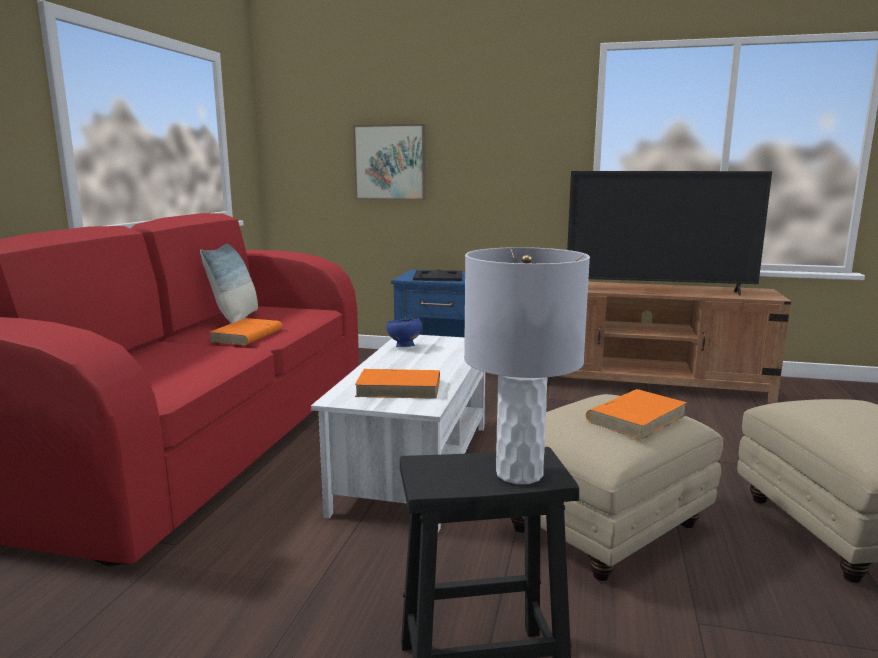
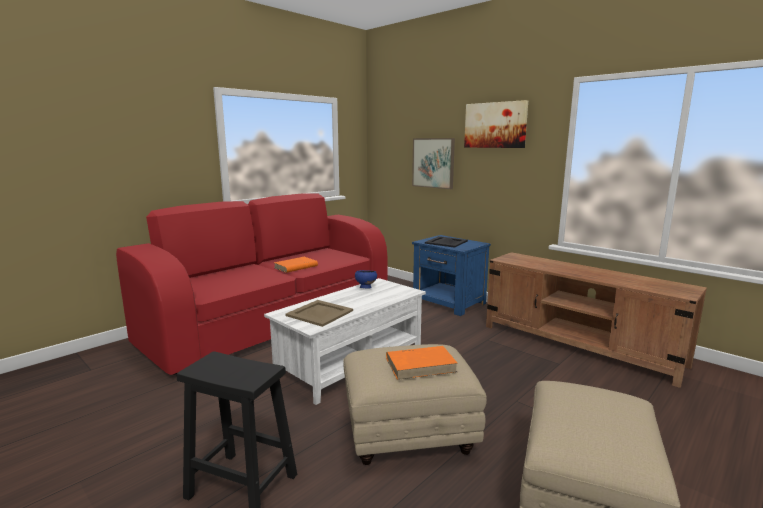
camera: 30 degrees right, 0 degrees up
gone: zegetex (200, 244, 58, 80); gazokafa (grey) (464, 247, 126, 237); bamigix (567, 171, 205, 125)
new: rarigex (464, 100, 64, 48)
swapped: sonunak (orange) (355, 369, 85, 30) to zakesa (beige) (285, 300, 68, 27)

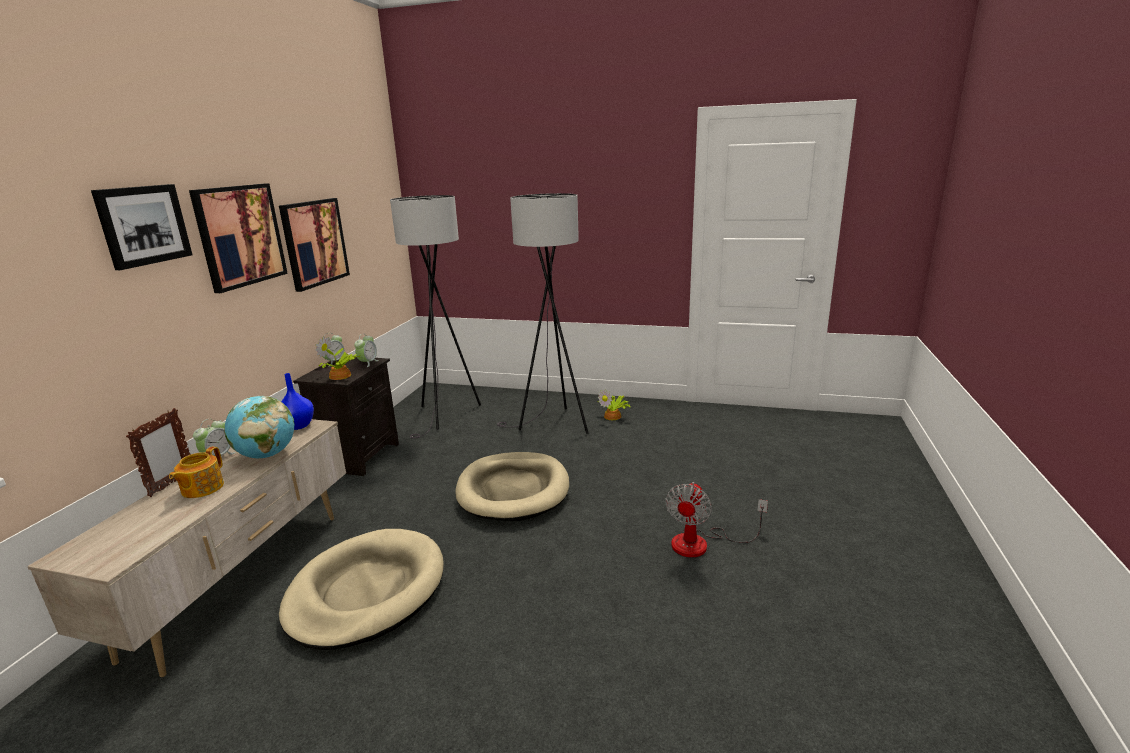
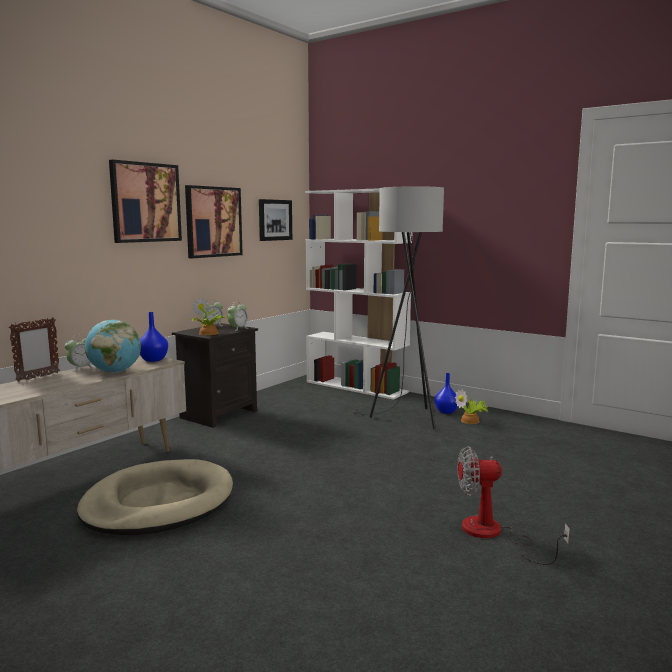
camera: 20 degrees right, 10 degrees down
gone: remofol (169, 447, 55, 51); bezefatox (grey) (390, 195, 91, 244); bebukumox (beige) (455, 452, 114, 69)
new: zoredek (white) (305, 188, 107, 212); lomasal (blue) (435, 373, 23, 41)
shifted: rarigex (91, 184, 102, 86) to (259, 199, 33, 42)
rotated: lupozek (665, 482, 103, 75) = (457, 446, 113, 119) 45 degrees clockwise

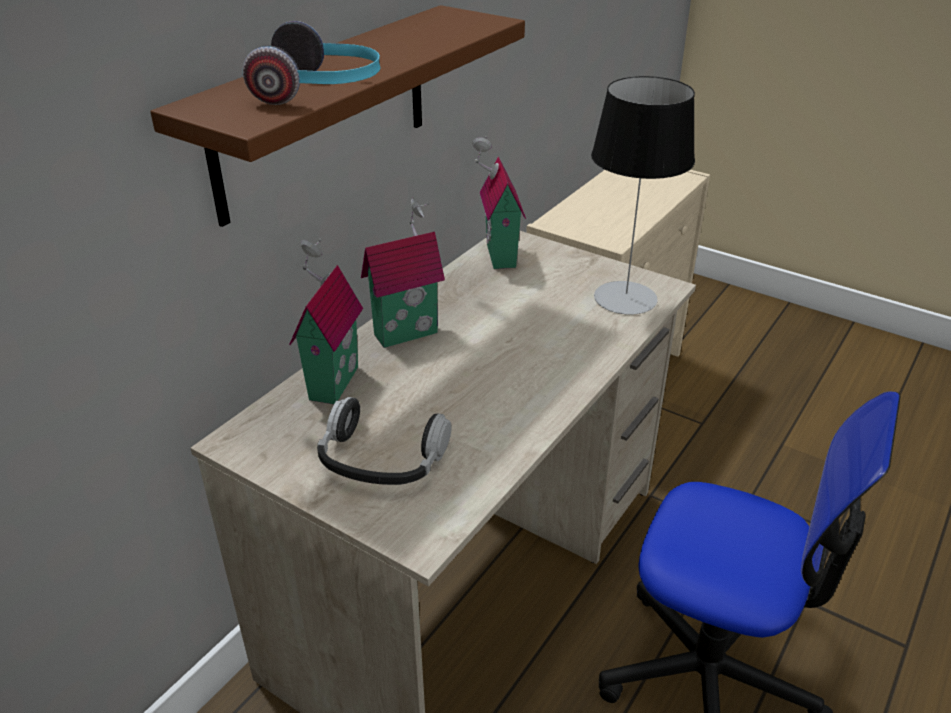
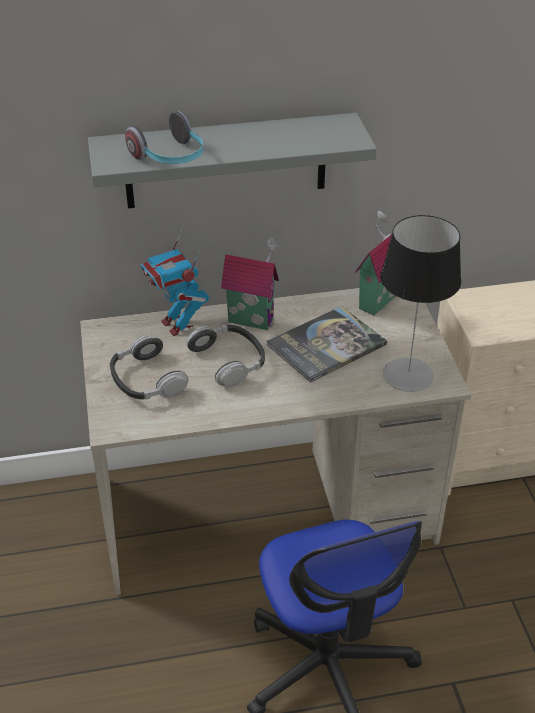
camera: 45 degrees right, 5 degrees up
new: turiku (186, 325, 79, 62); sonunak (267, 306, 120, 77)
swapped: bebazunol (289, 239, 74, 165) to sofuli (141, 230, 68, 106)
repainted: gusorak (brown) (150, 5, 375, 222) to gusorak (grey) (88, 113, 289, 95)

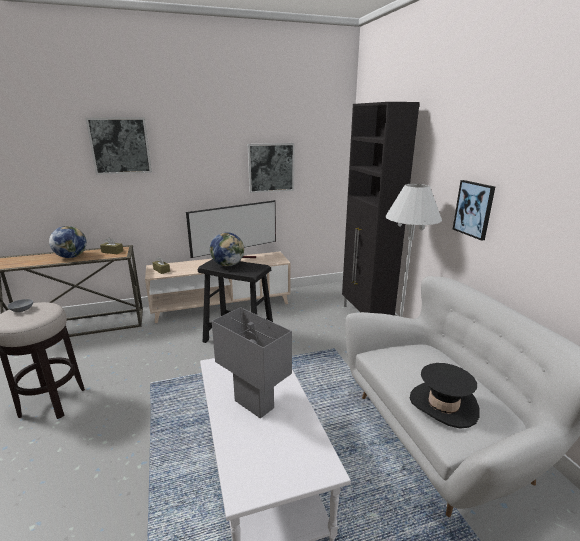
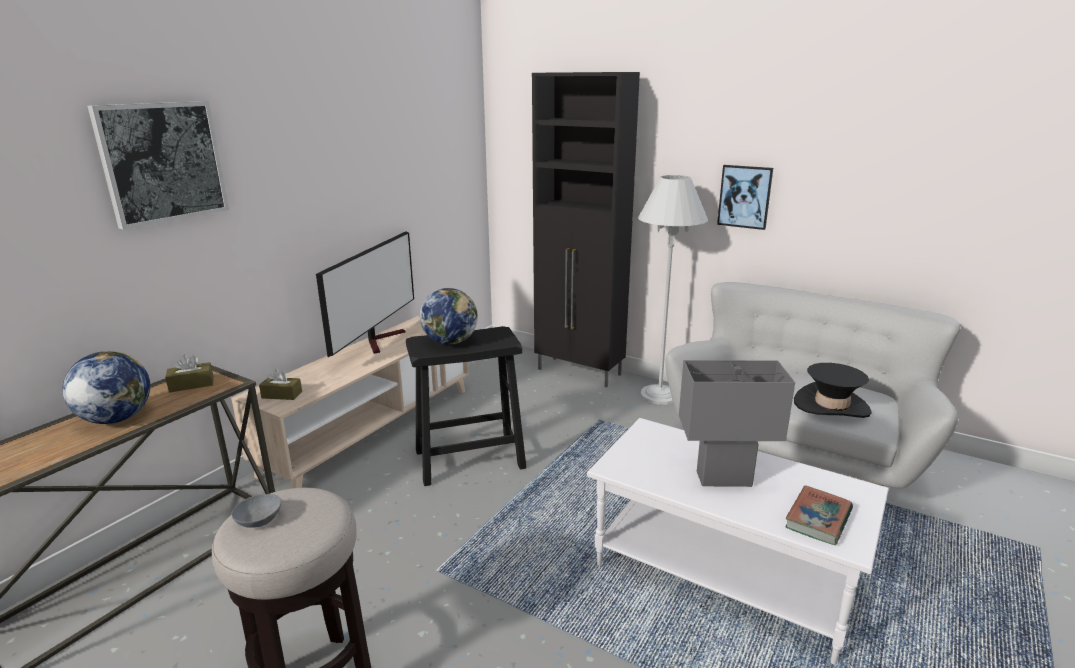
camera: 40 degrees left, 0 degrees up
gone: rarigex (248, 143, 47, 50)
new: sonunak (786, 485, 67, 60)

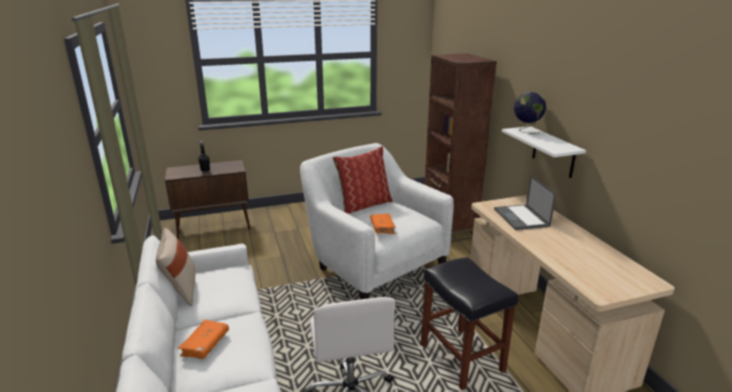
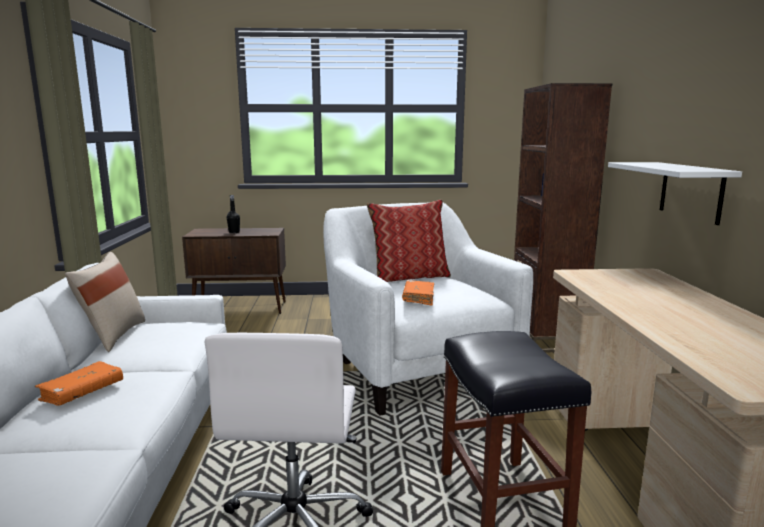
camera: 15 degrees right, 10 degrees down
gone: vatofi (494, 176, 62, 54); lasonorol (514, 92, 32, 42)

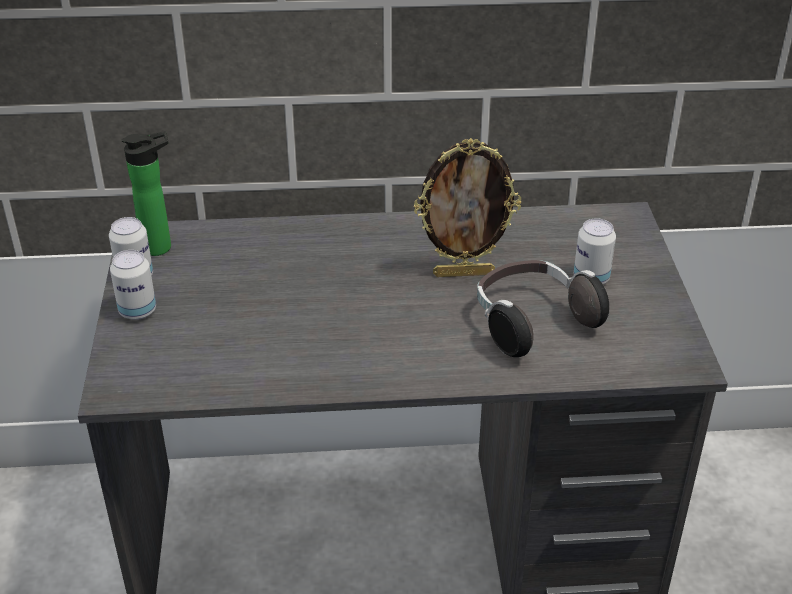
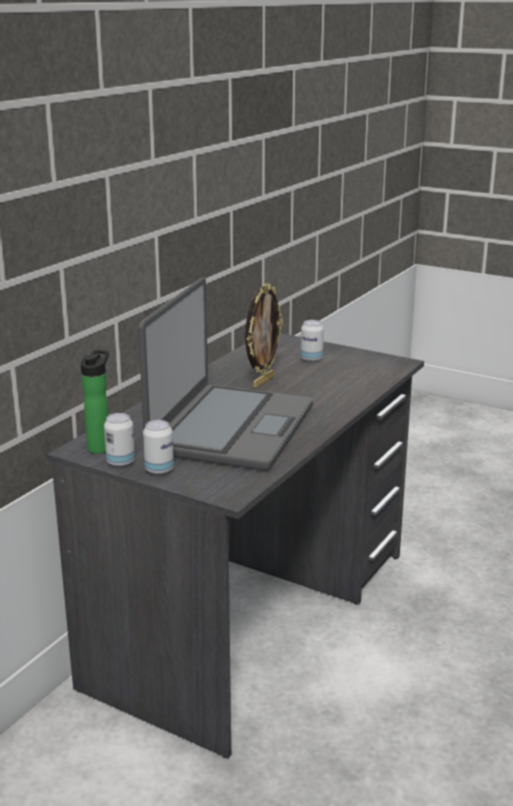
camera: 55 degrees left, 15 degrees down
gone: turiku (477, 260, 132, 97)
new: vatofi (138, 277, 175, 194)

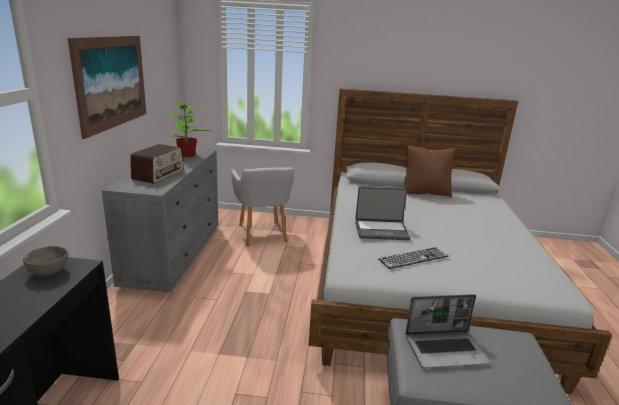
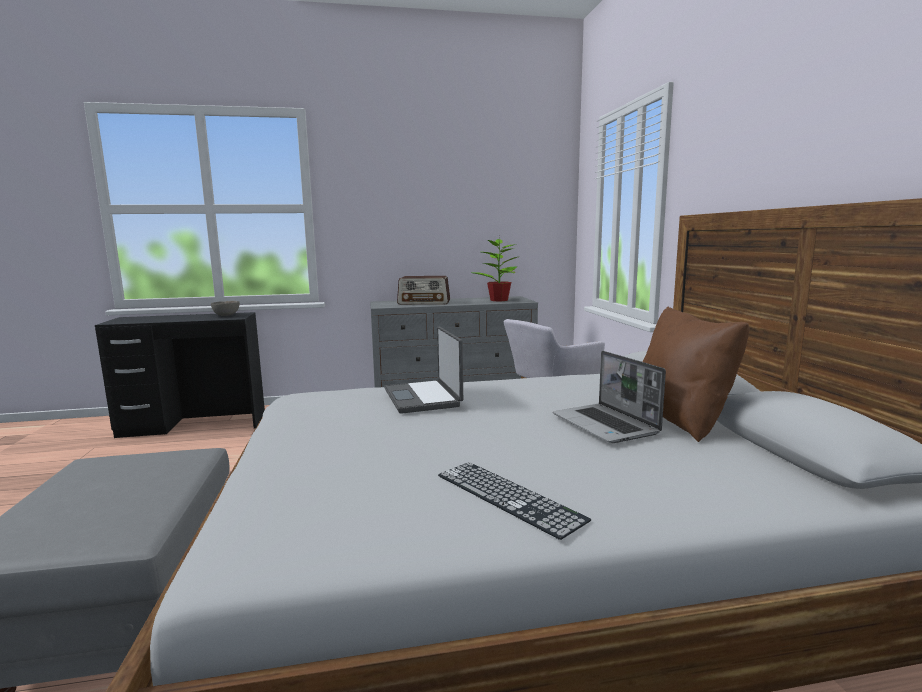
camera: 75 degrees right, 10 degrees down
gone: rarigex (68, 36, 78, 103)
shifted: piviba (378, 247, 71, 22) to (438, 462, 153, 78); vatofi (405, 294, 85, 74) to (553, 351, 113, 92)

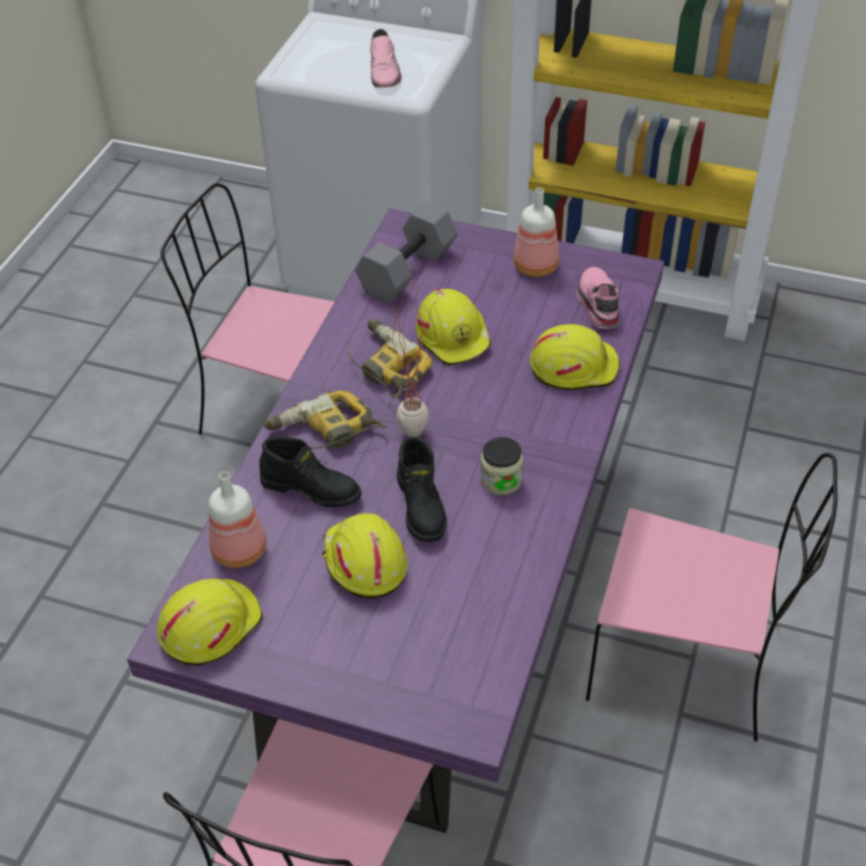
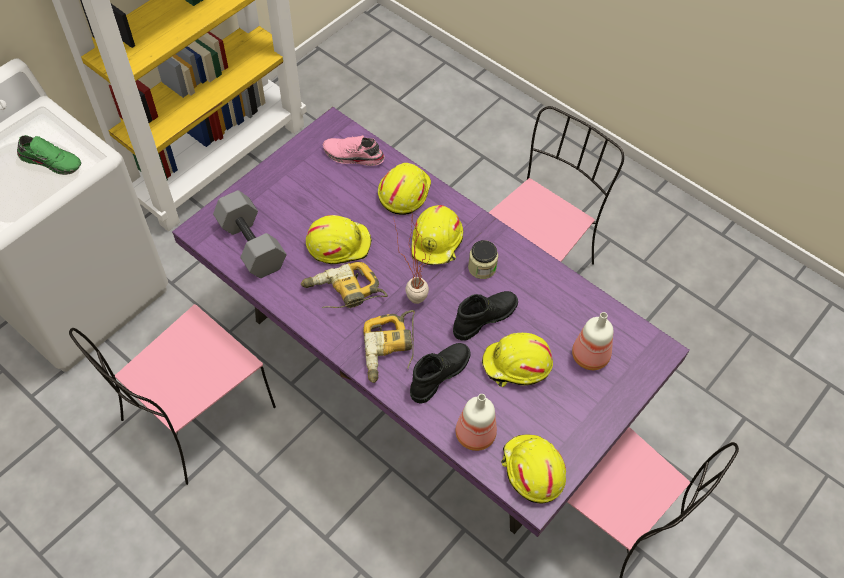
camera: 70 degrees left, 10 degrees up
new: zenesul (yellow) (411, 205, 52, 60)
shifted: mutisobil (513, 188, 46, 89) to (572, 312, 41, 58)
repainted: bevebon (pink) (369, 29, 33, 59) to bevebon (green) (17, 135, 64, 40)
rotated: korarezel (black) (397, 436, 50, 106) = (453, 291, 65, 50) 45 degrees counterclockwise

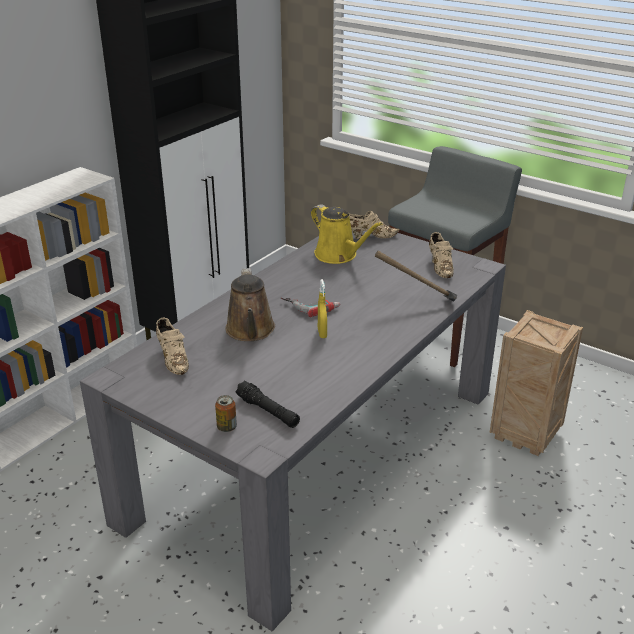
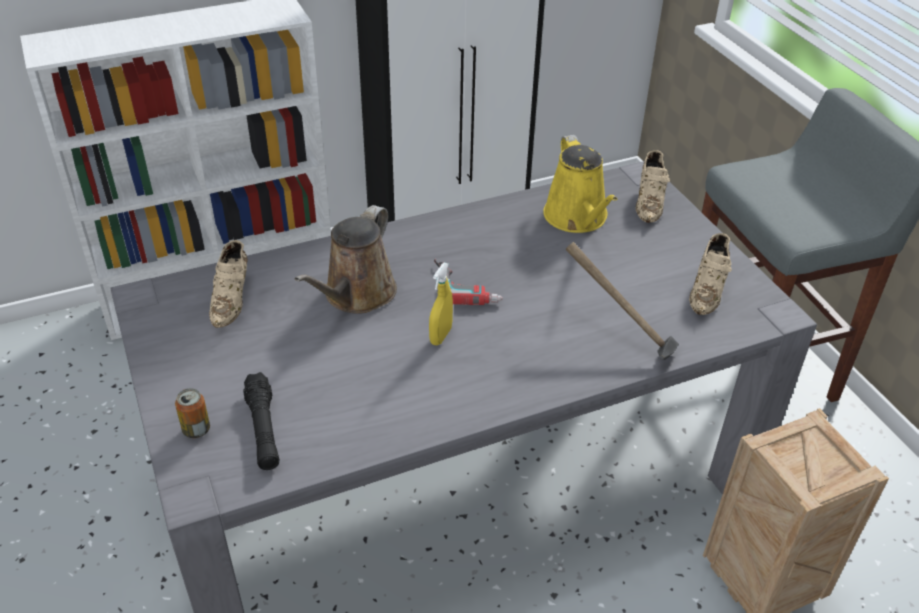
camera: 30 degrees right, 10 degrees up
rotated: bevebon (beige) (349, 211, 51, 28) = (636, 150, 34, 73) 75 degrees clockwise

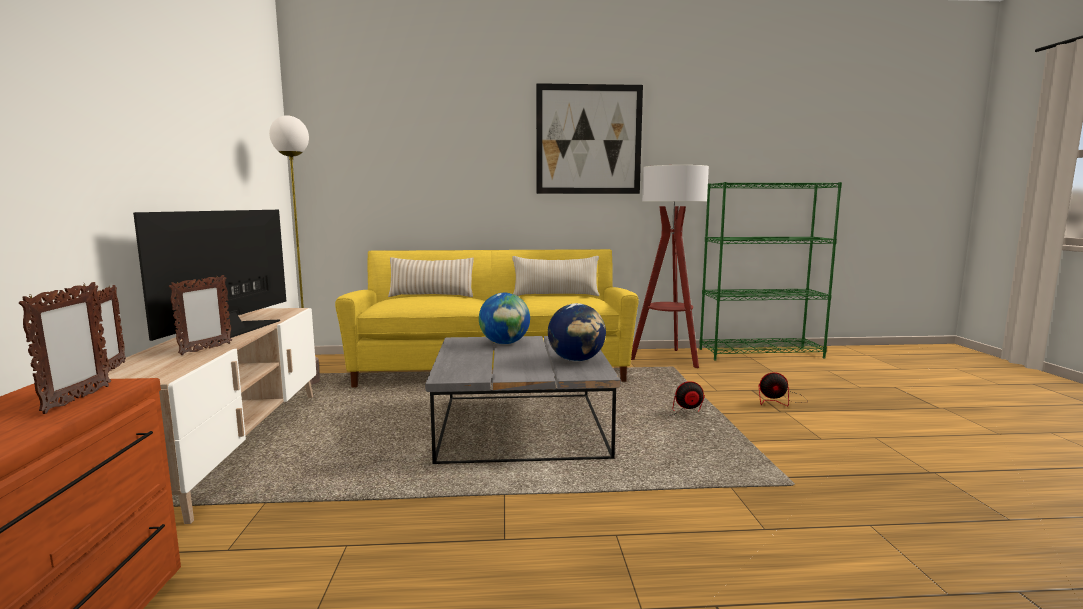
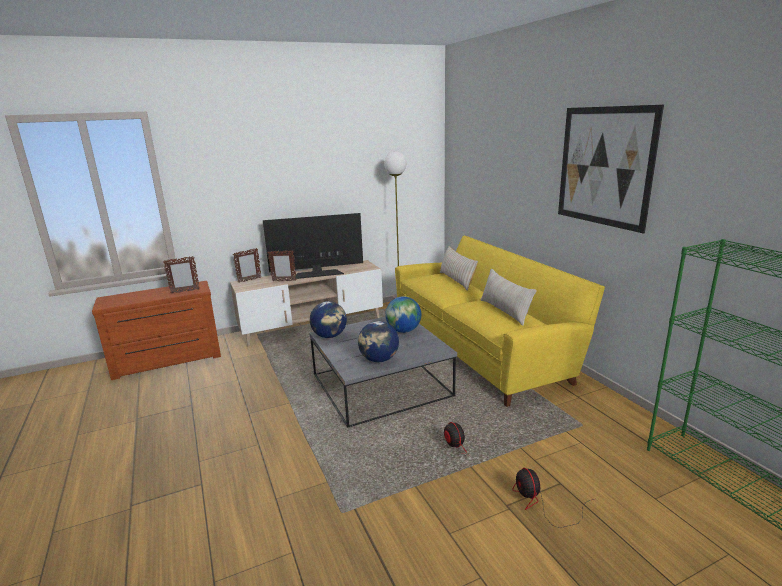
camera: 70 degrees right, 10 degrees up
gone: bezefatox (631, 165, 78, 203)
new: lasonorol (310, 301, 37, 37)

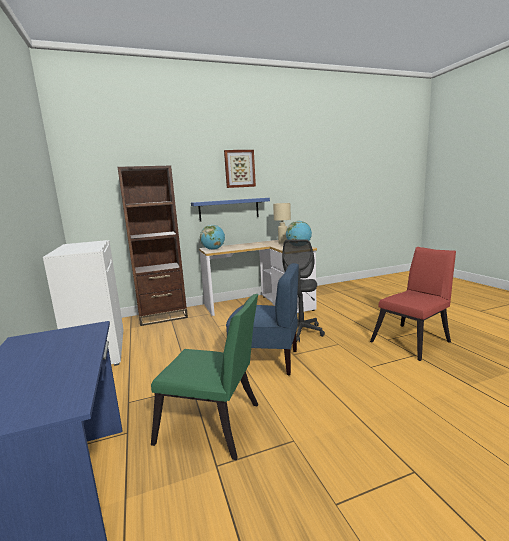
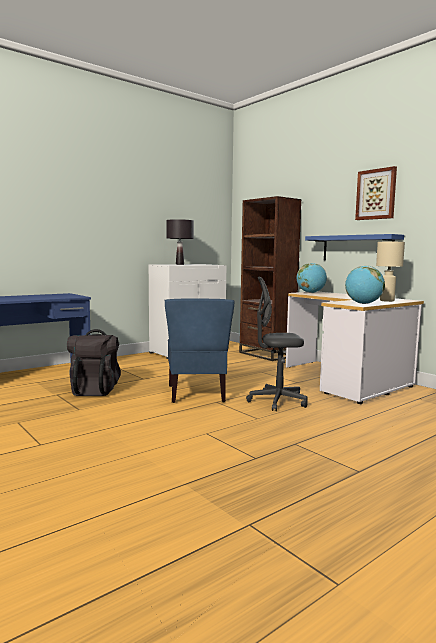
camera: 70 degrees right, 5 degrees down
gone: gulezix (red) (370, 247, 86, 114)
new: gazokafa (black) (166, 219, 28, 46)
swapped: gulezix (green) (151, 294, 107, 166) to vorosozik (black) (67, 329, 54, 67)

